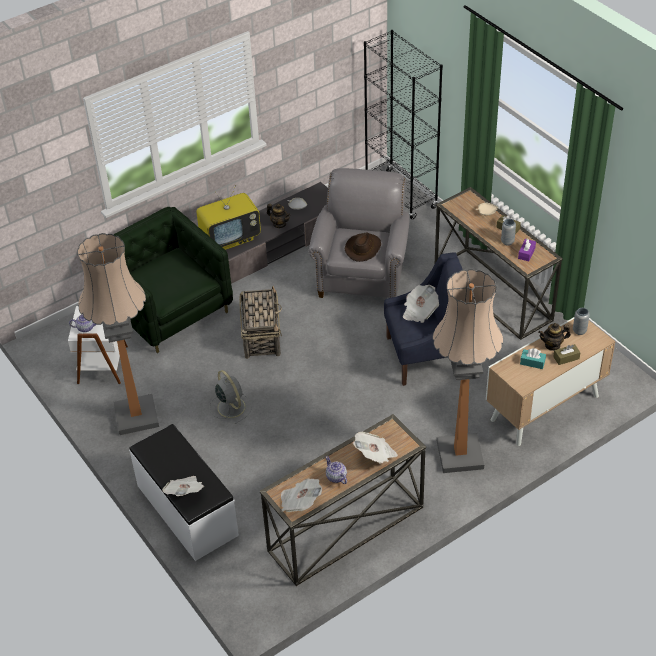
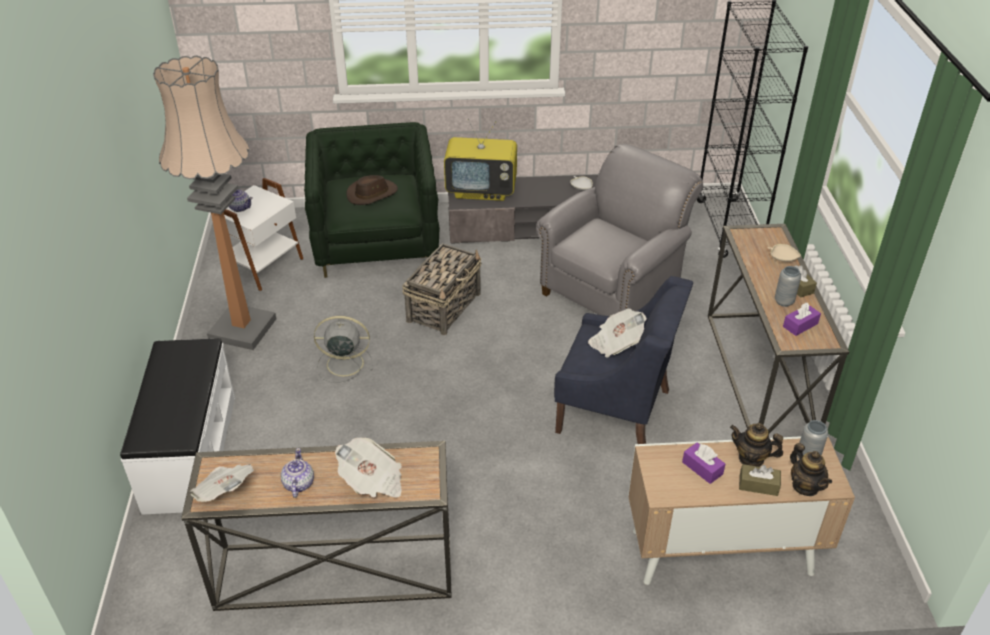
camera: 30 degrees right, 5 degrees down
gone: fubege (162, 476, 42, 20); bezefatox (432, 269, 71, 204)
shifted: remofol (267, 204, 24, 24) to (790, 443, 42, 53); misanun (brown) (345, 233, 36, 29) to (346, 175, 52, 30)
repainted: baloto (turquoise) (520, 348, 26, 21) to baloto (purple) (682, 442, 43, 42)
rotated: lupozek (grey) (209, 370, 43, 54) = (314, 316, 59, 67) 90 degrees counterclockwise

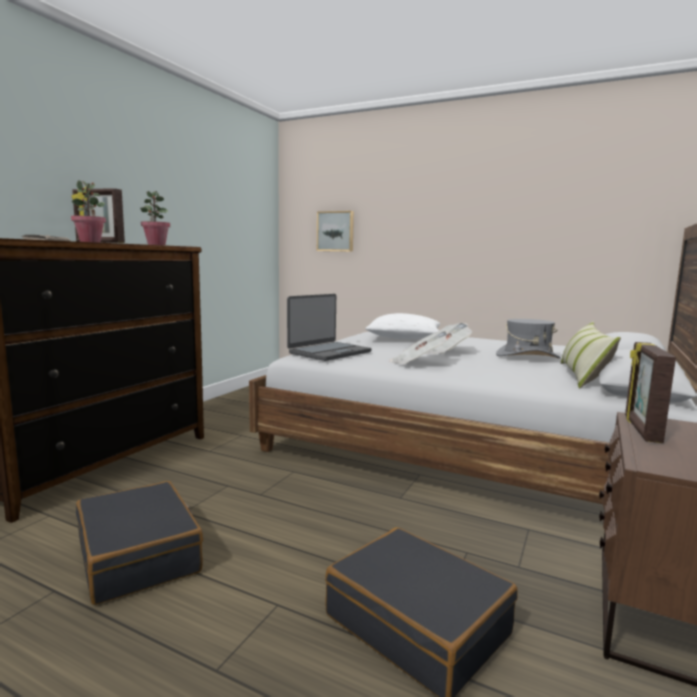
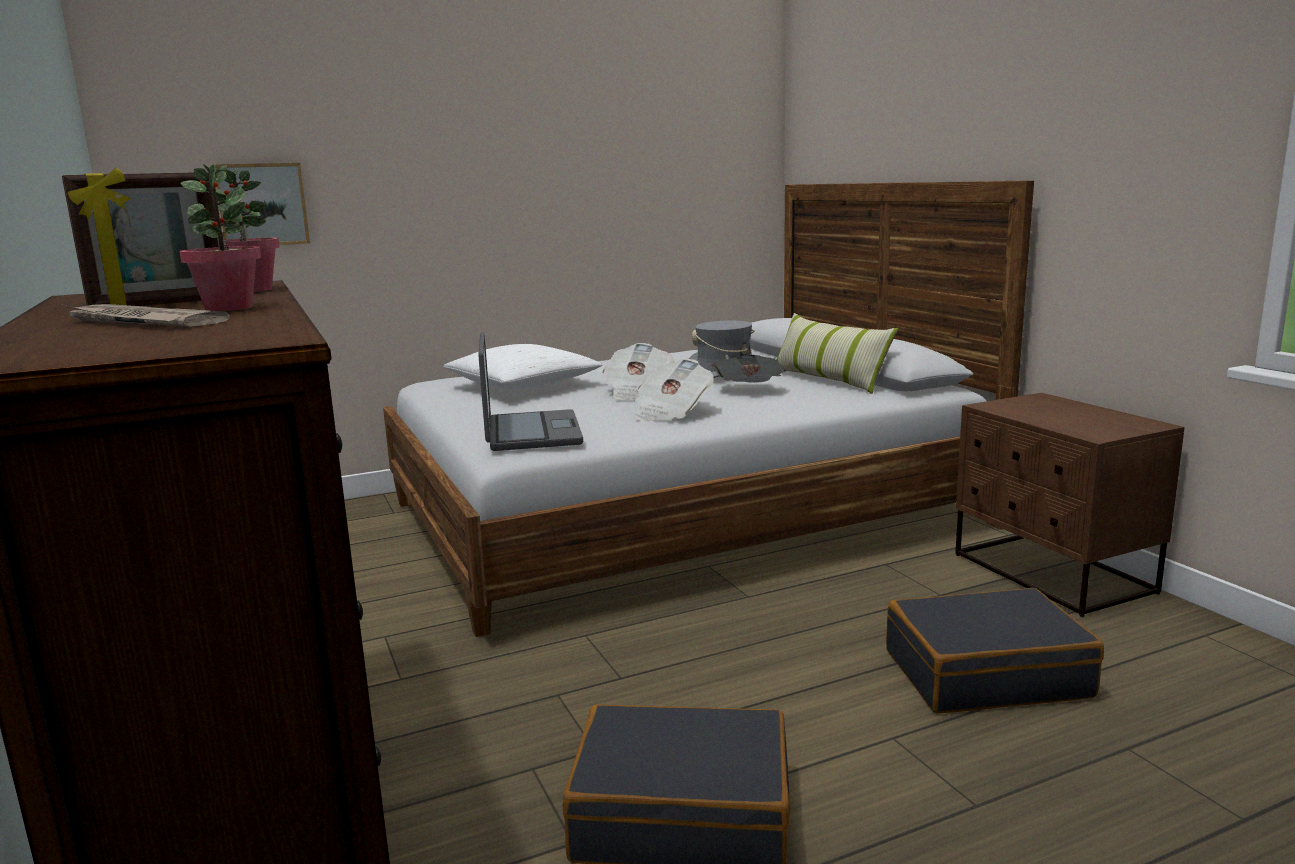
camera: 50 degrees left, 5 degrees up
gone: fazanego (625, 342, 51, 101)
new: fubege (712, 355, 74, 28)

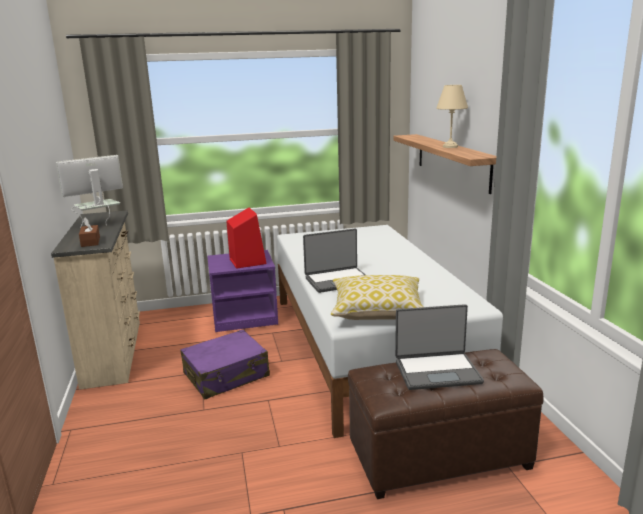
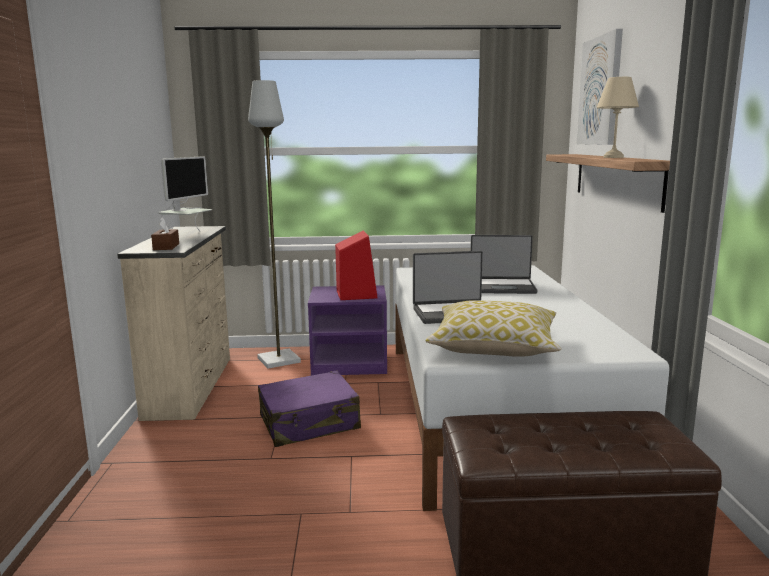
camera: 10 degrees right, 5 degrees down
new: bezefatox (grey) (248, 80, 53, 289); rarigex (577, 29, 46, 116)
shifted: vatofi (395, 304, 89, 86) to (471, 235, 67, 59)
rotated: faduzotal (56, 155, 67, 73) = (158, 156, 55, 75) 135 degrees clockwise

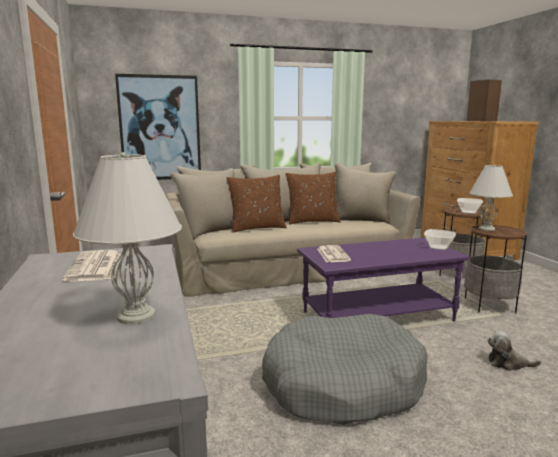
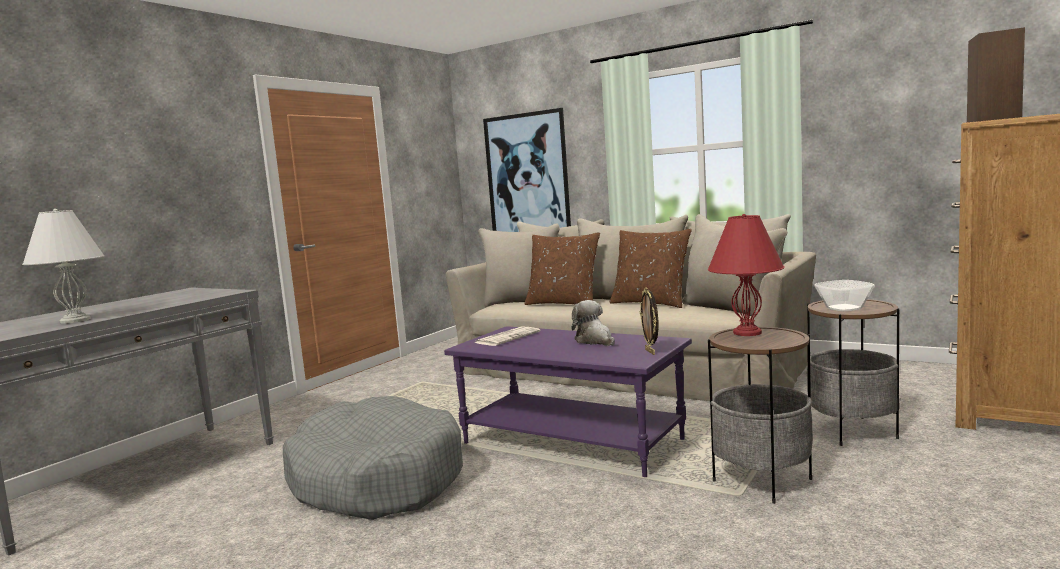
camera: 50 degrees right, 5 degrees down
gone: fubege (62, 250, 59, 32)
shifted: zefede (488, 331, 53, 40) to (571, 300, 44, 46)
swapped: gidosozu (424, 229, 32, 21) to fazanego (640, 287, 18, 68)
repainted: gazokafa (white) (469, 165, 44, 66) to gazokafa (red) (708, 214, 77, 122)

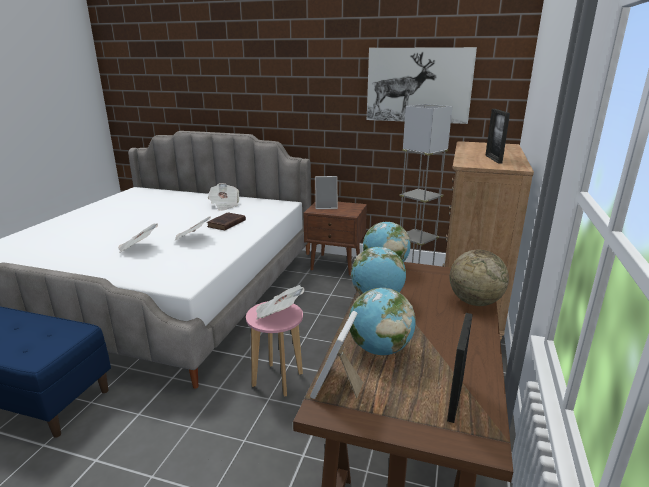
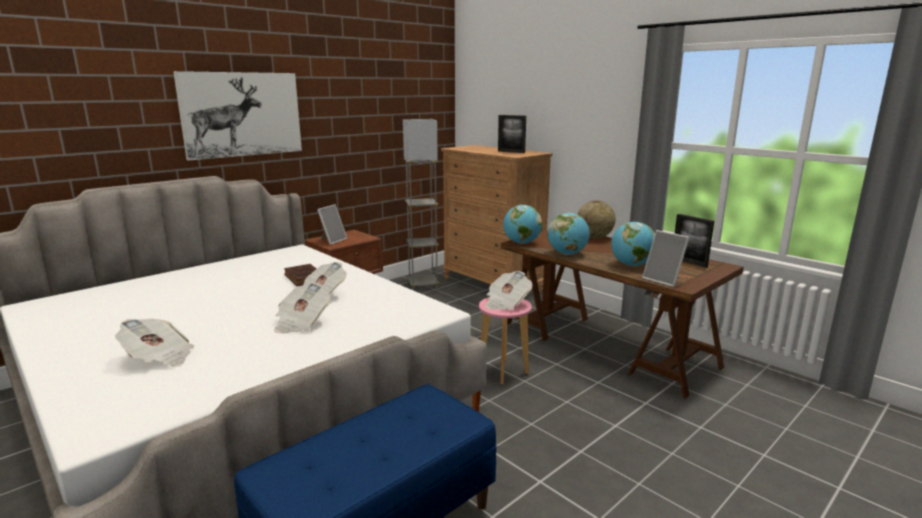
camera: 60 degrees left, 5 degrees down
shifted: fubege (208, 183, 31, 28) to (115, 319, 79, 48); rarigex (367, 47, 110, 77) to (173, 71, 129, 90)

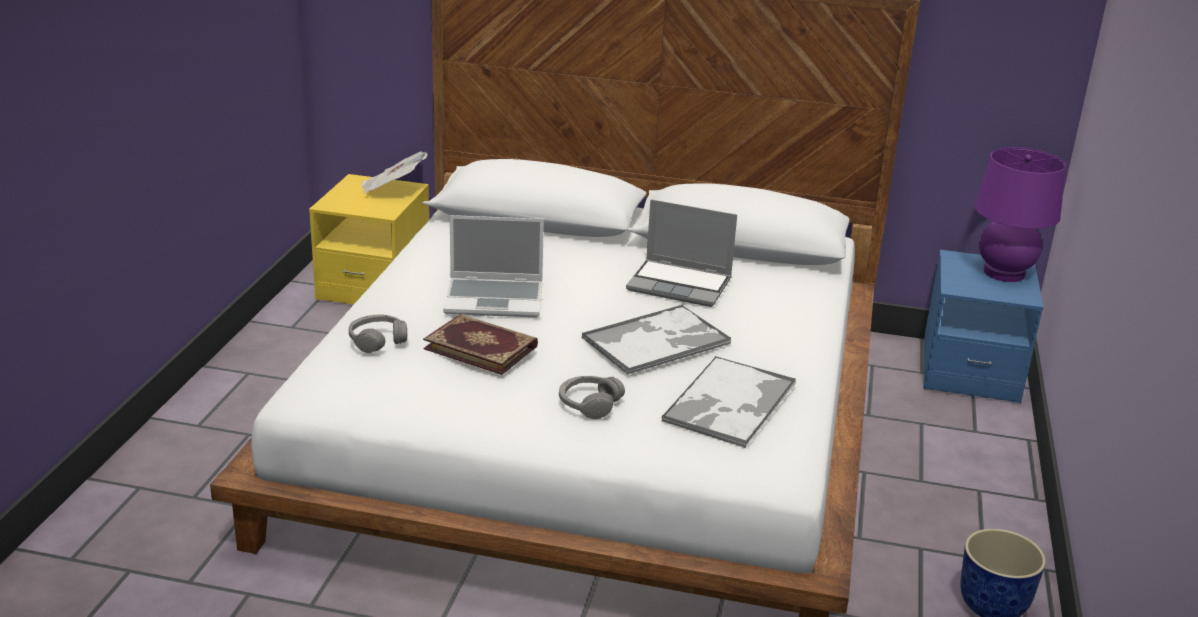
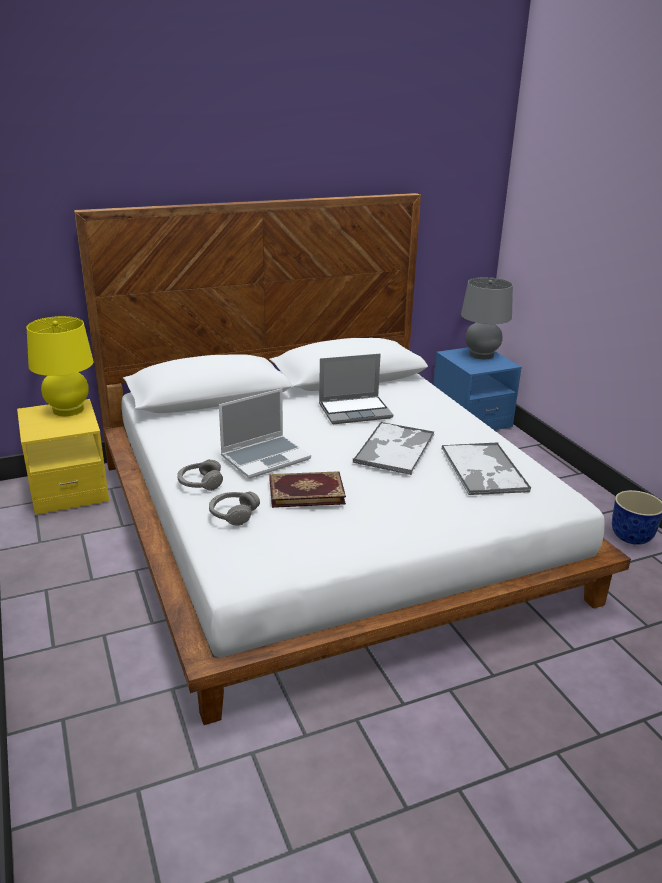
camera: 35 degrees left, 0 degrees up
shifted: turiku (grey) (559, 376, 66, 43) to (177, 459, 46, 32)
swapped: fubege (361, 151, 66, 43) to gazokafa (yellow) (26, 316, 68, 100)
repainted: gazokafa (purple) (975, 147, 91, 135) to gazokafa (grey) (461, 277, 52, 82)

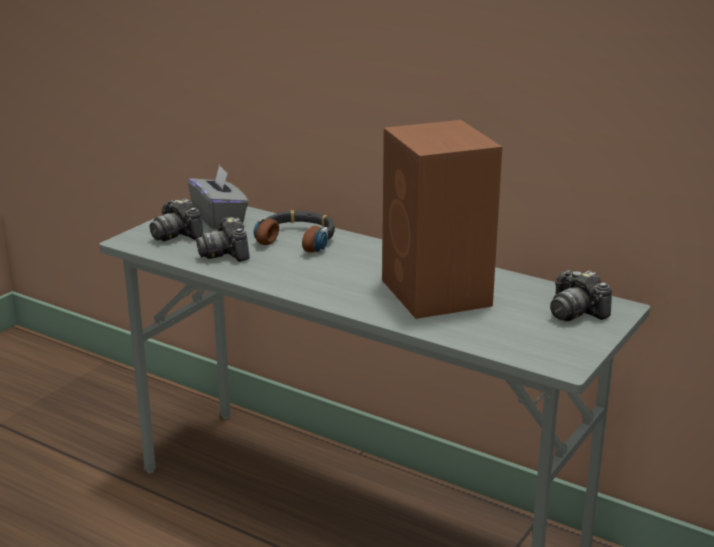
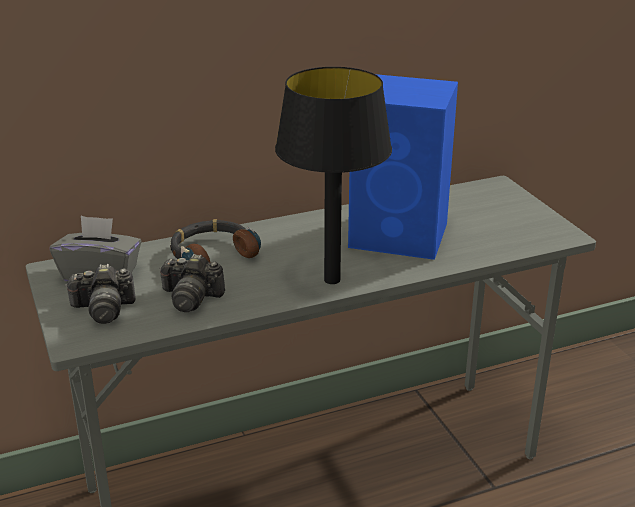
camera: 55 degrees left, 5 degrees up
gone: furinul (550, 270, 62, 51)
new: gazokafa (black) (275, 67, 117, 217)
repainted: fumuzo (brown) (382, 120, 120, 199) to fumuzo (blue) (348, 74, 110, 186)

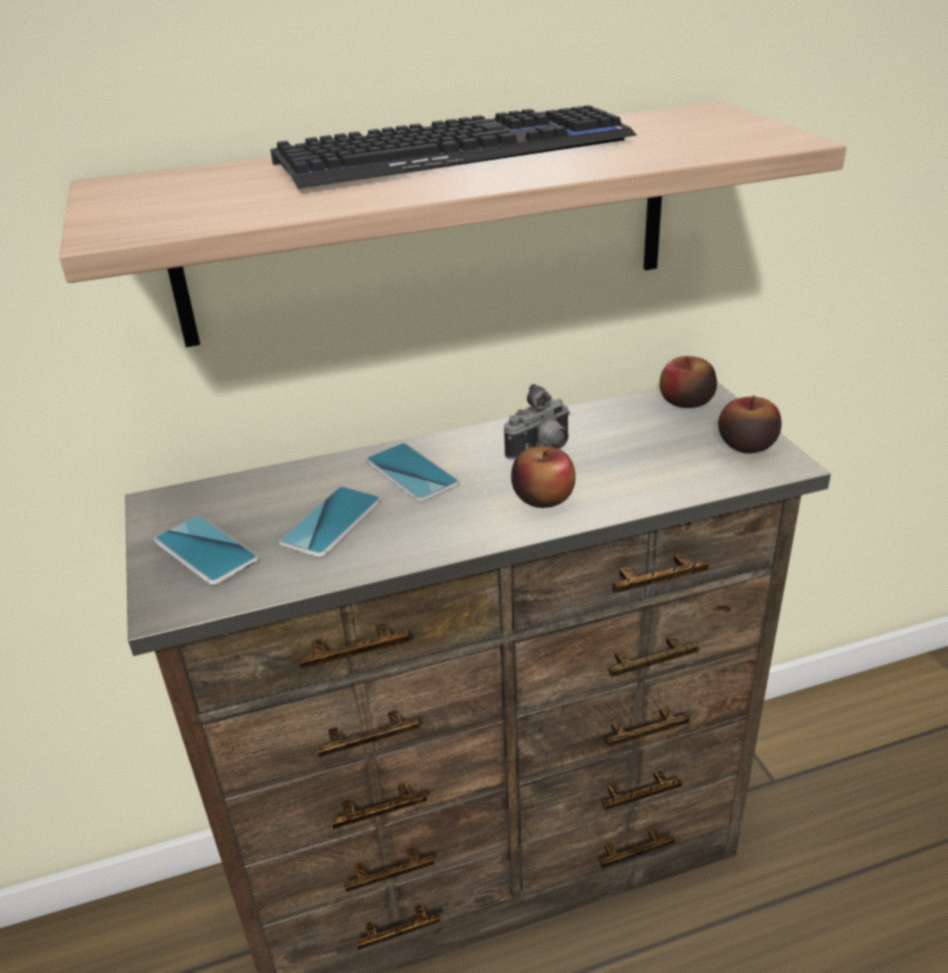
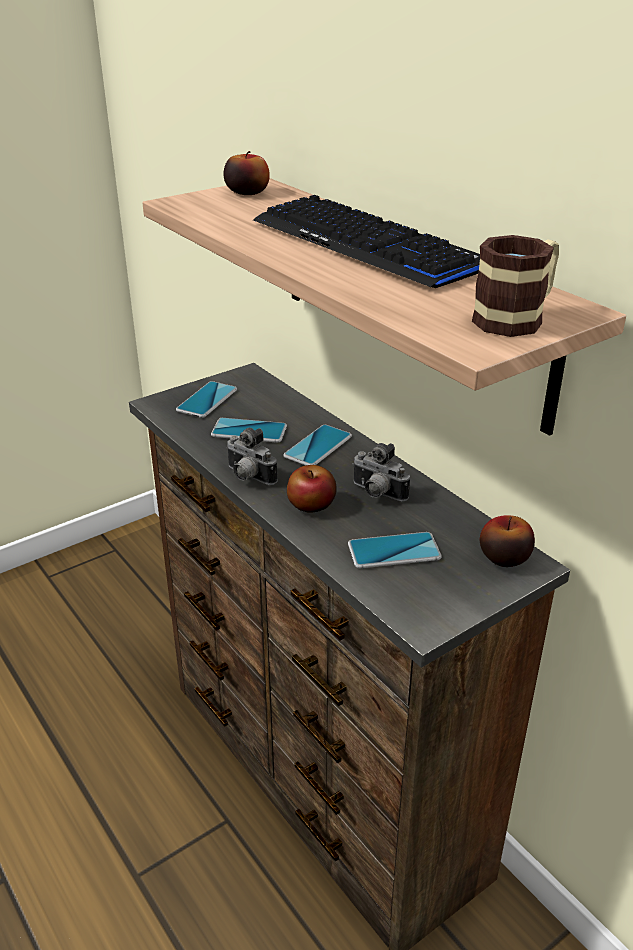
camera: 70 degrees right, 0 degrees up
new: furinul (226, 428, 52, 57); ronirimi (348, 532, 94, 36); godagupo (472, 235, 87, 102)
shifted: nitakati (718, 396, 63, 57) to (223, 151, 47, 44)

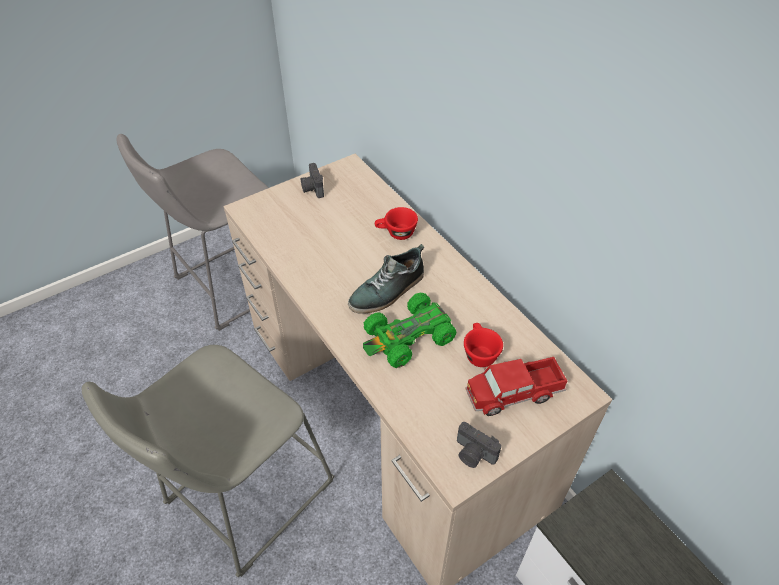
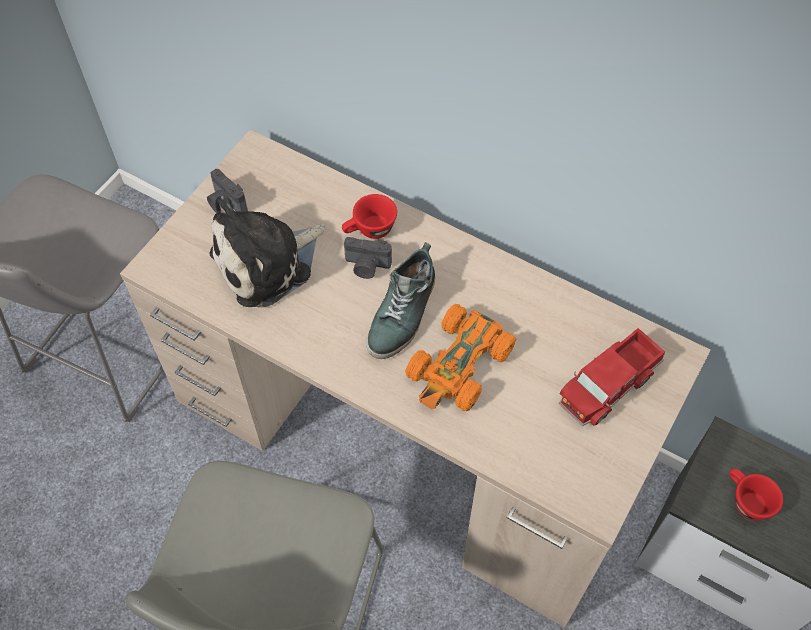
camera: 25 degrees left, 10 degrees up
new: zefede (209, 196, 116, 111)
shifted: furinul (457, 422, 44, 46) to (344, 237, 48, 42); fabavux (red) (464, 323, 39, 44) to (729, 469, 54, 52)
repainted: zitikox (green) (363, 293, 93, 75) to zitikox (orange) (405, 304, 112, 107)

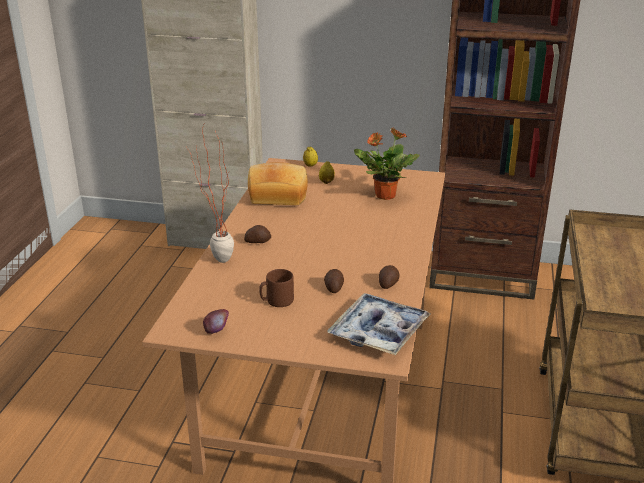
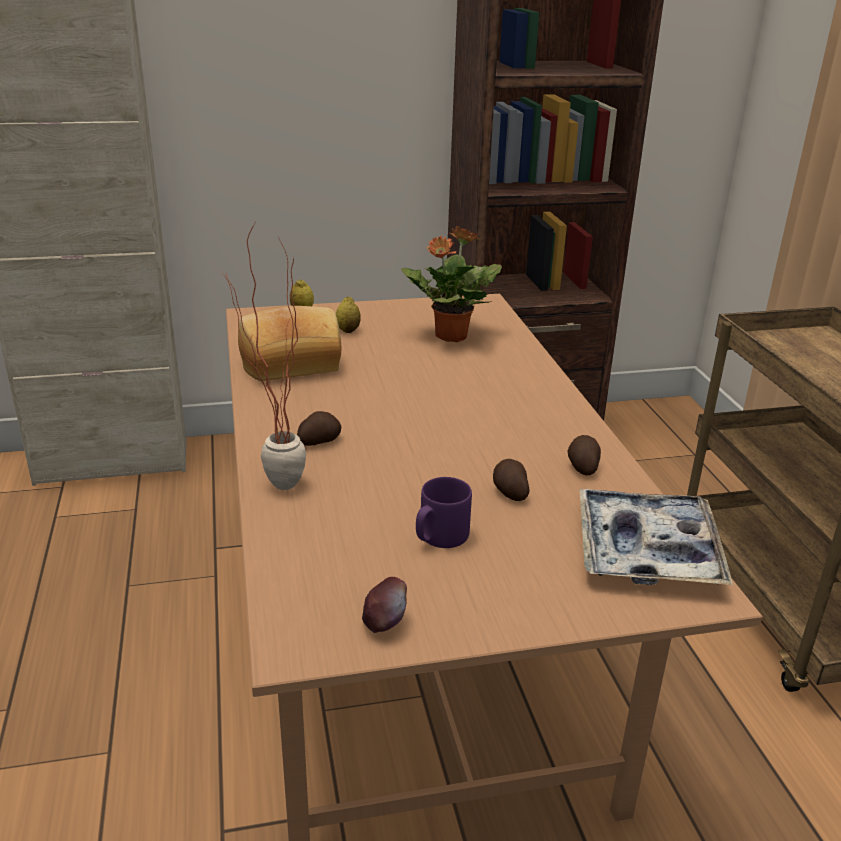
camera: 25 degrees left, 0 degrees up
repainted: godagupo (brown) (259, 269, 35, 38) to godagupo (purple) (416, 477, 56, 71)

